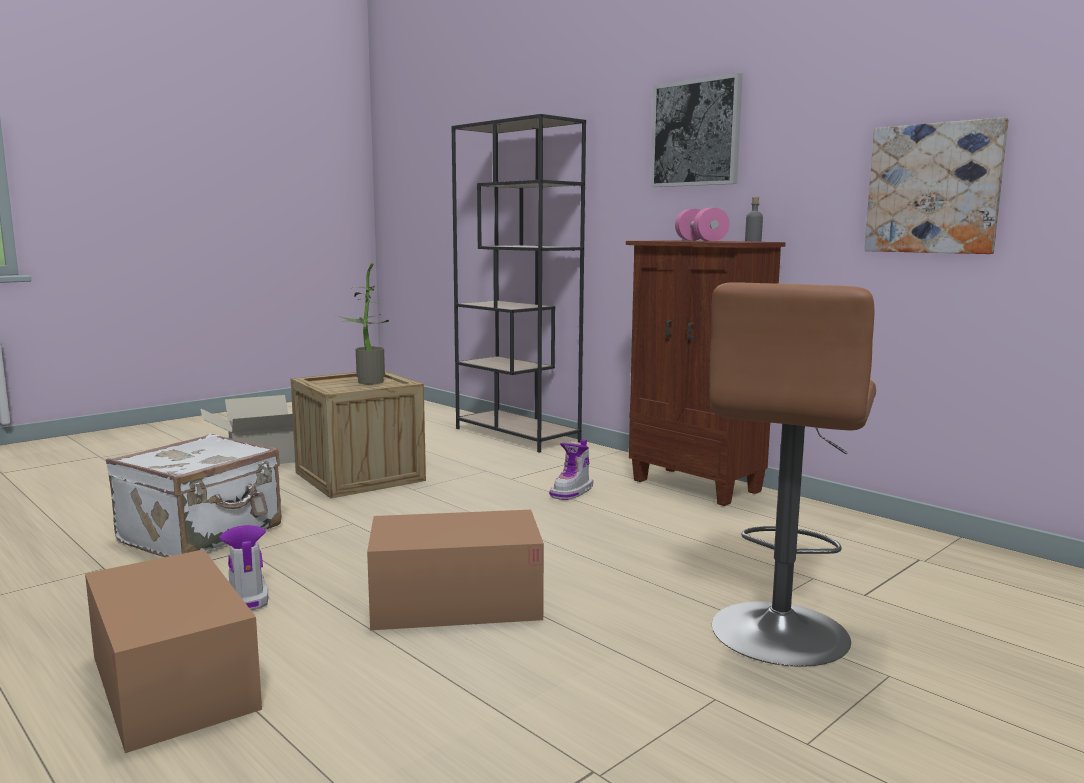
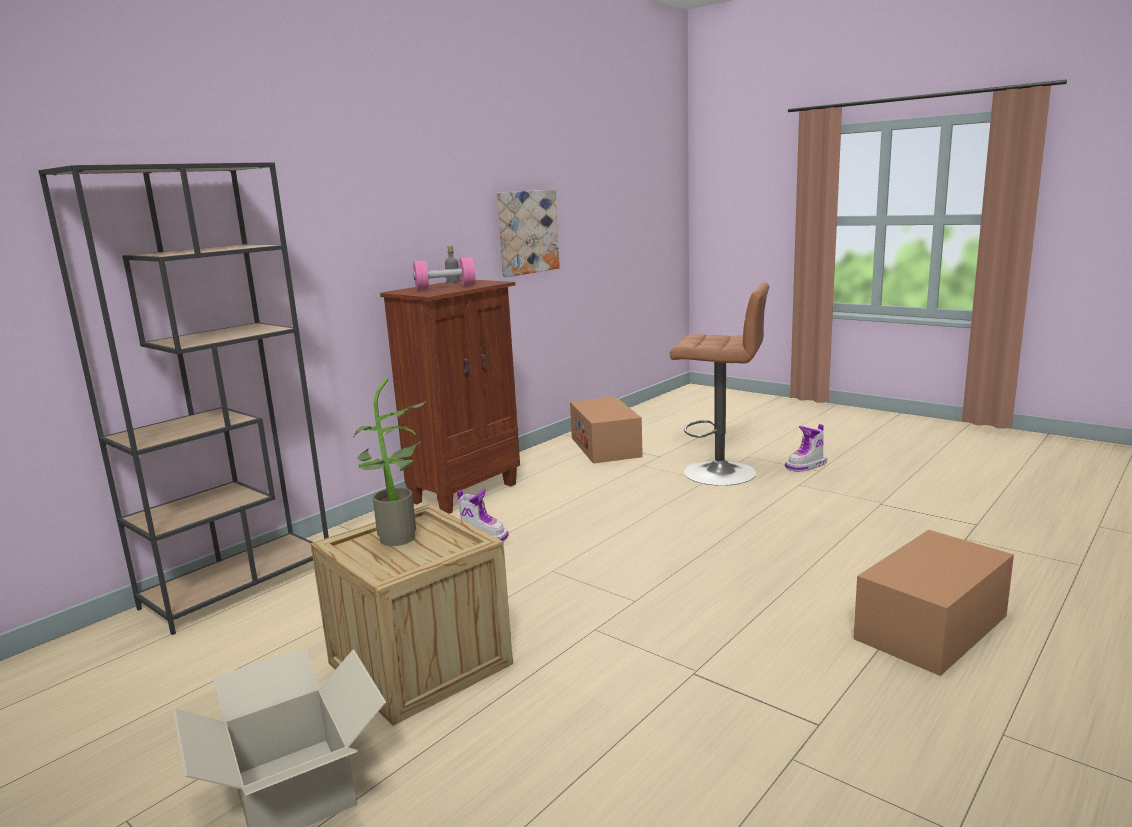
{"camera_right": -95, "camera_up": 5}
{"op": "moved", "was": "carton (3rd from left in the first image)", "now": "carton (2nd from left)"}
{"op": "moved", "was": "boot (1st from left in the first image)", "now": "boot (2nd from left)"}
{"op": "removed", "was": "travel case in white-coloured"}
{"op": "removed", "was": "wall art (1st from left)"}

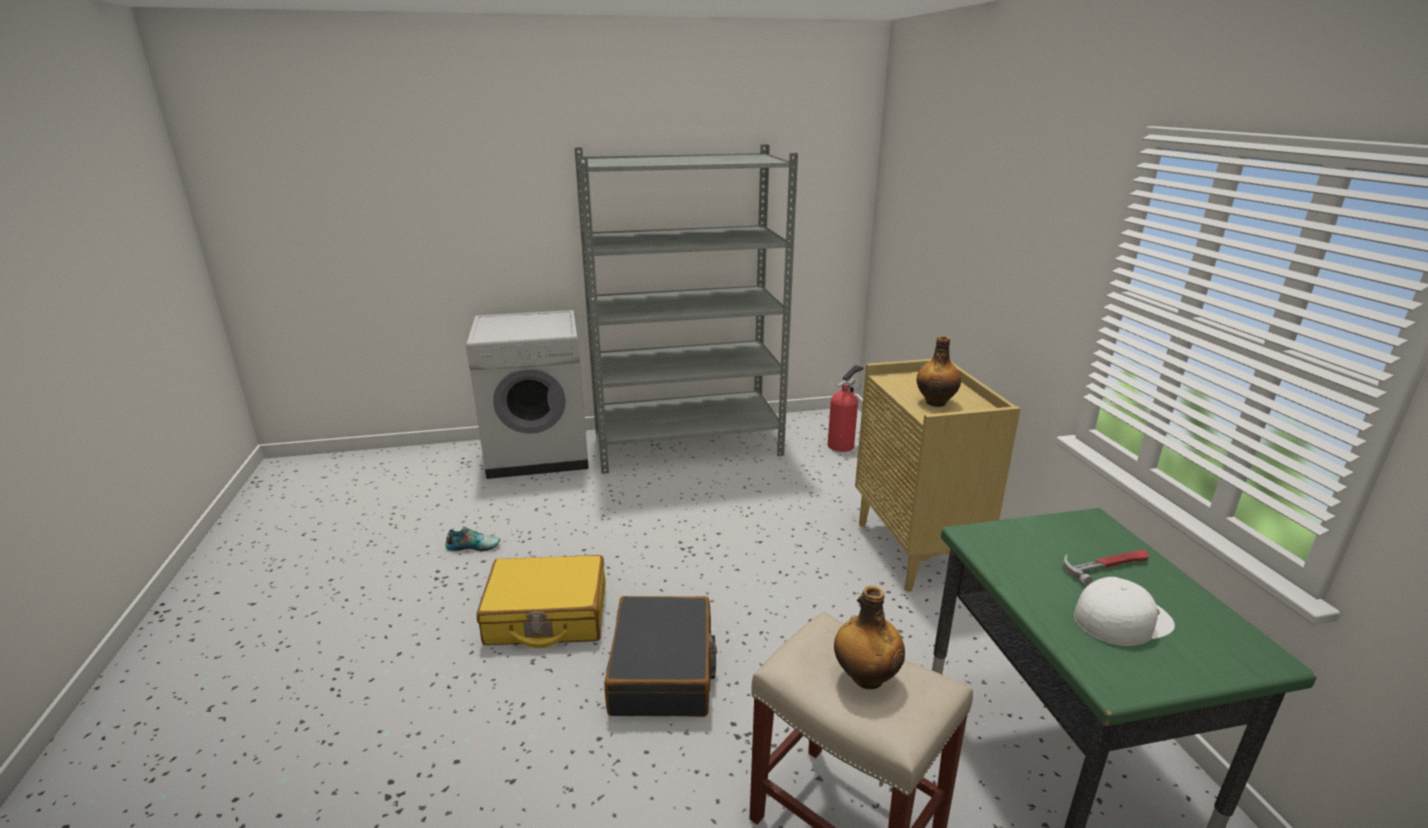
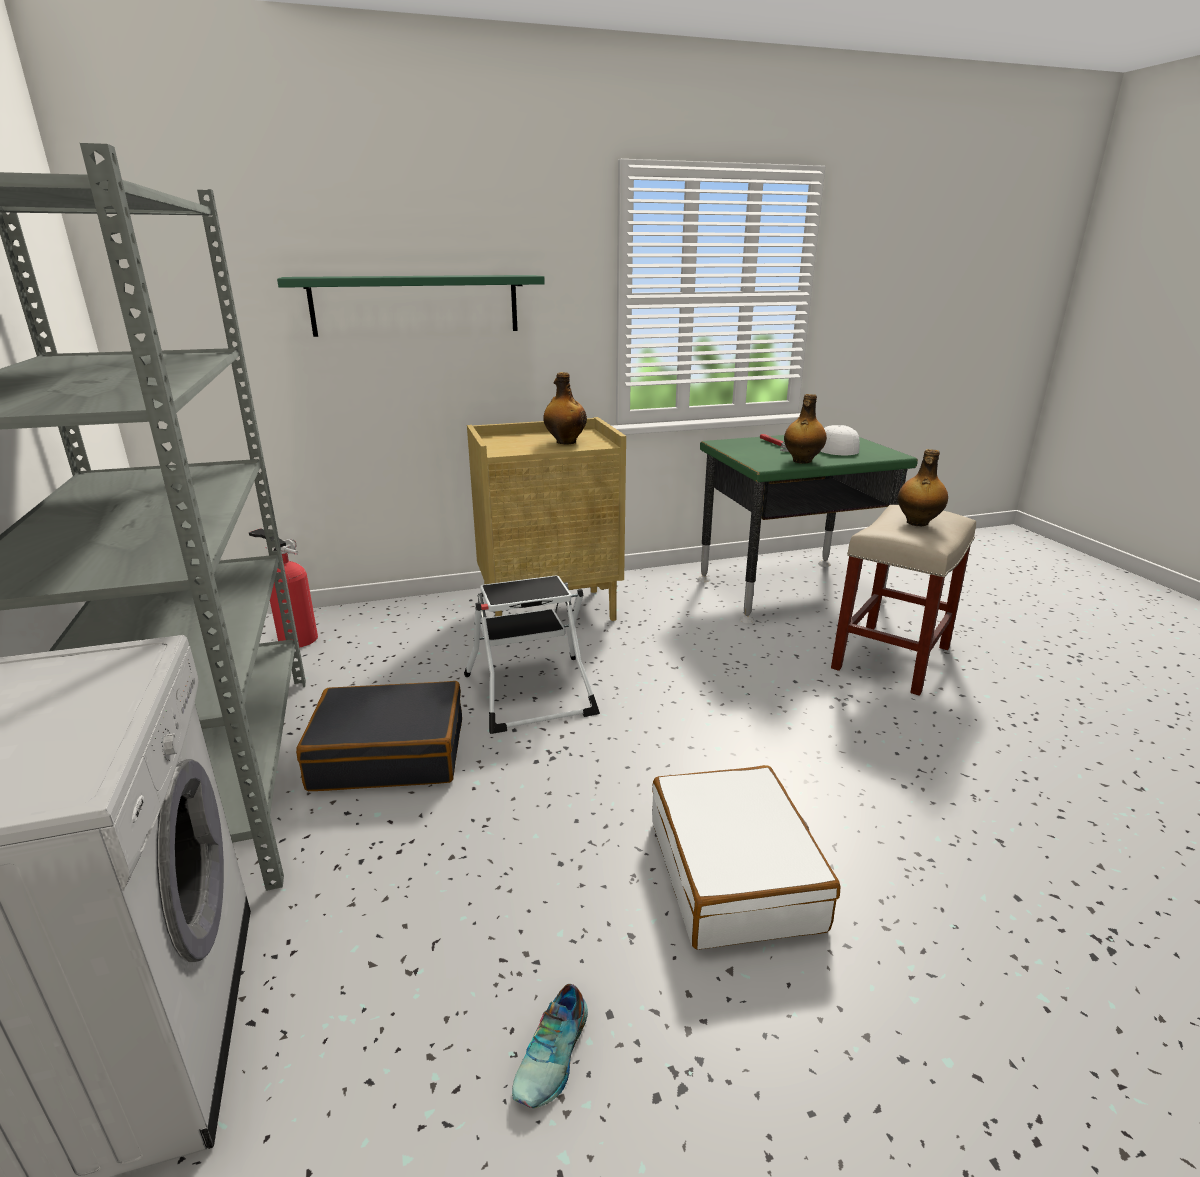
{"camera_right": -95, "camera_up": 0}
{"op": "added", "now": "bracket shelf in green-coloured"}
{"op": "moved", "was": "travel case in black"}
{"op": "added", "now": "step stool"}
{"op": "turned", "was": "low shoe", "clockwise": -150}
{"op": "recoloured", "was": "travel case in yellow-coloured", "now": "travel case in white-coloured"}
{"op": "added", "now": "beverage bottle (2nd from left)"}

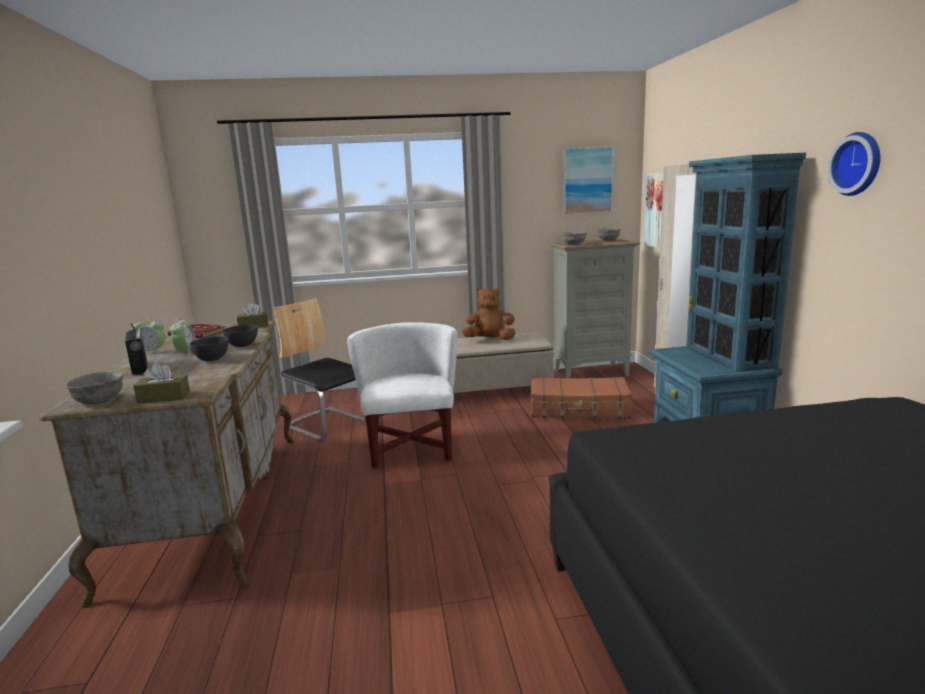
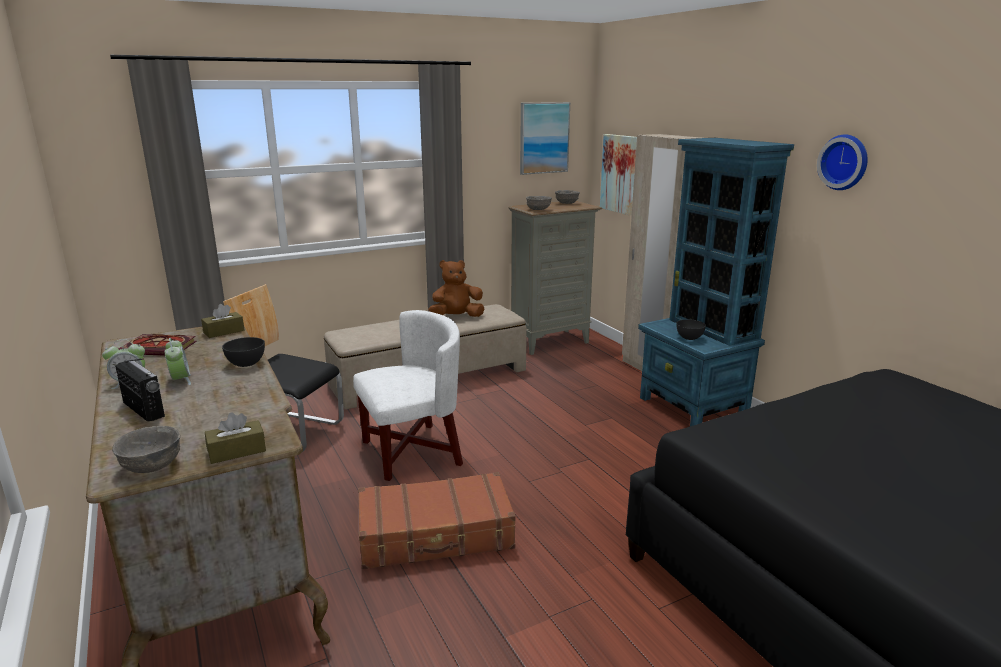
{"camera_right": -20, "camera_up": 5}
{"op": "turned", "was": "armchair in white-coloured", "clockwise": 90}
{"op": "moved", "was": "travel case in brownish"}
{"op": "moved", "was": "serving bowl in gray (2nd from left in the first image)", "now": "serving bowl in gray (5th from left)"}

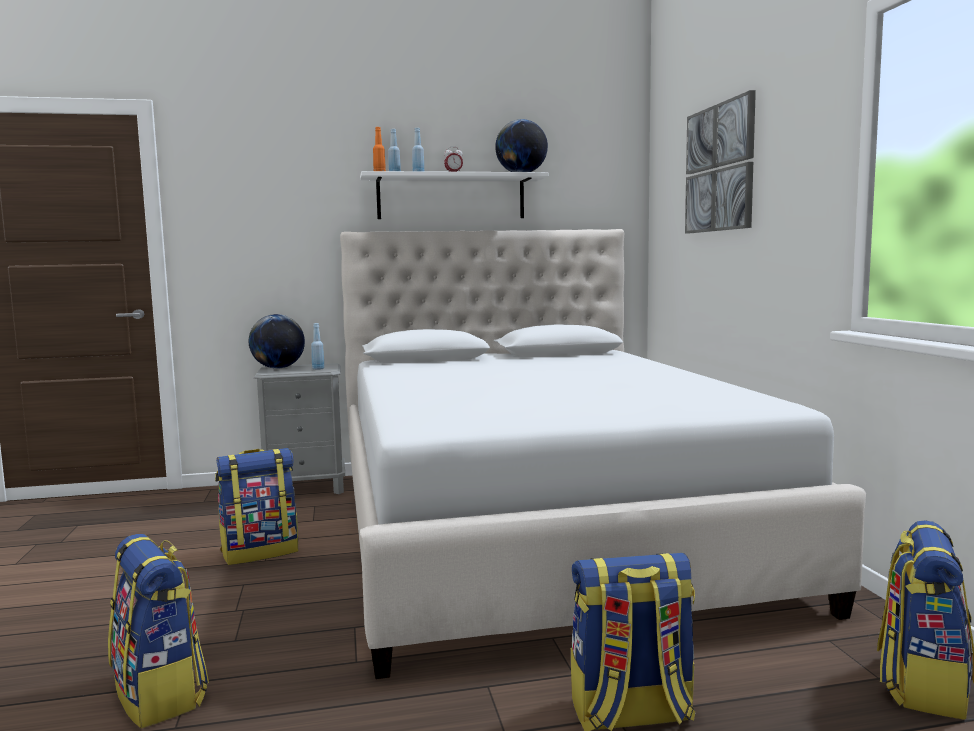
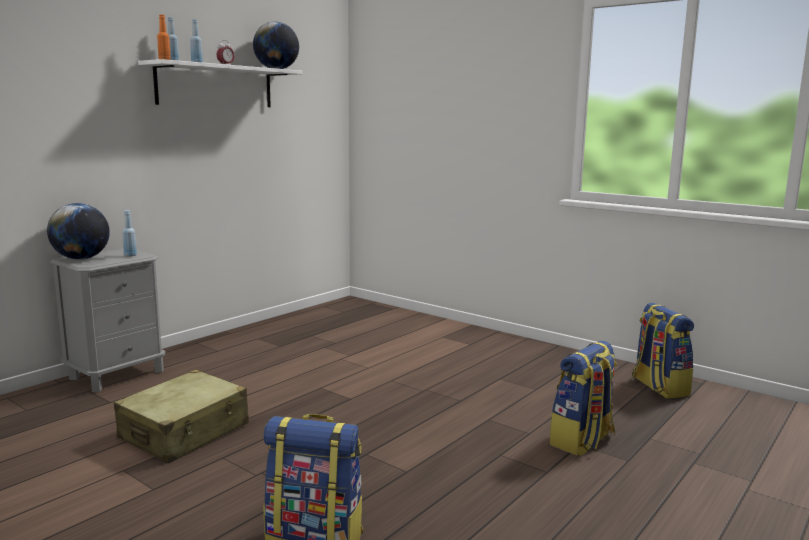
{"camera_right": -40, "camera_up": 5}
{"op": "replaced", "was": "backpack (2nd from left)", "now": "travel case in beige-coloured"}
{"op": "removed", "was": "sleeping bed in white-coloured"}
{"op": "removed", "was": "wall art"}

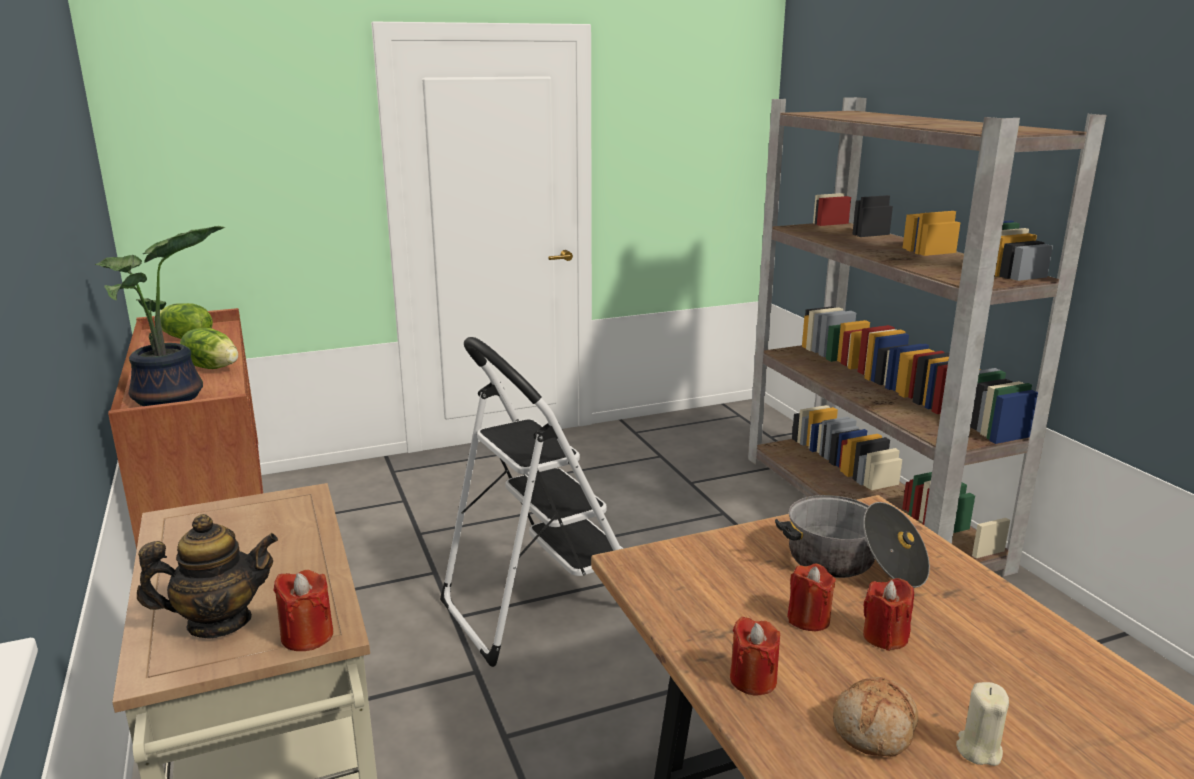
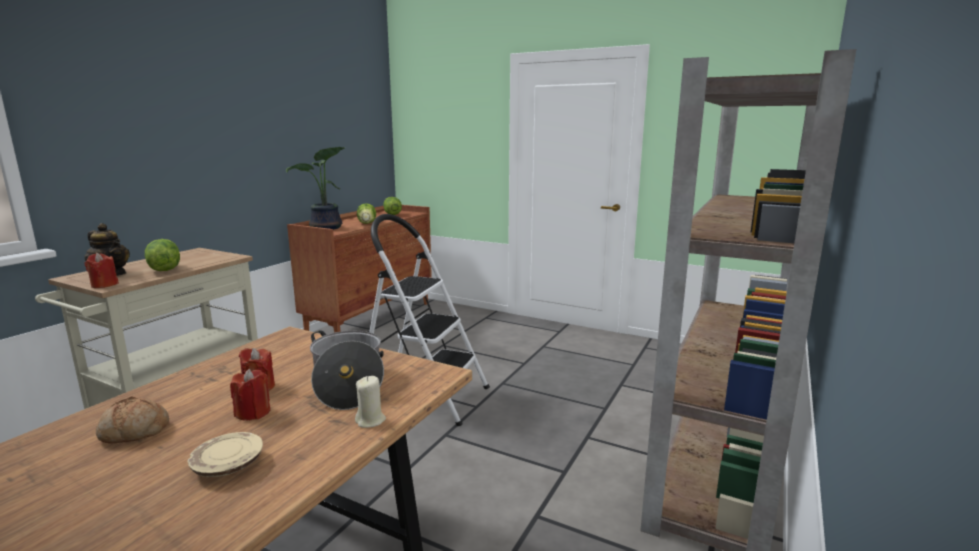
{"camera_right": 50, "camera_up": -5}
{"op": "added", "now": "head of lettuce (1st from left)"}
{"op": "added", "now": "flat dish in beige-coloured"}
{"op": "moved", "was": "candle in beige-coloured"}
{"op": "removed", "was": "candle in red (2nd from left)"}

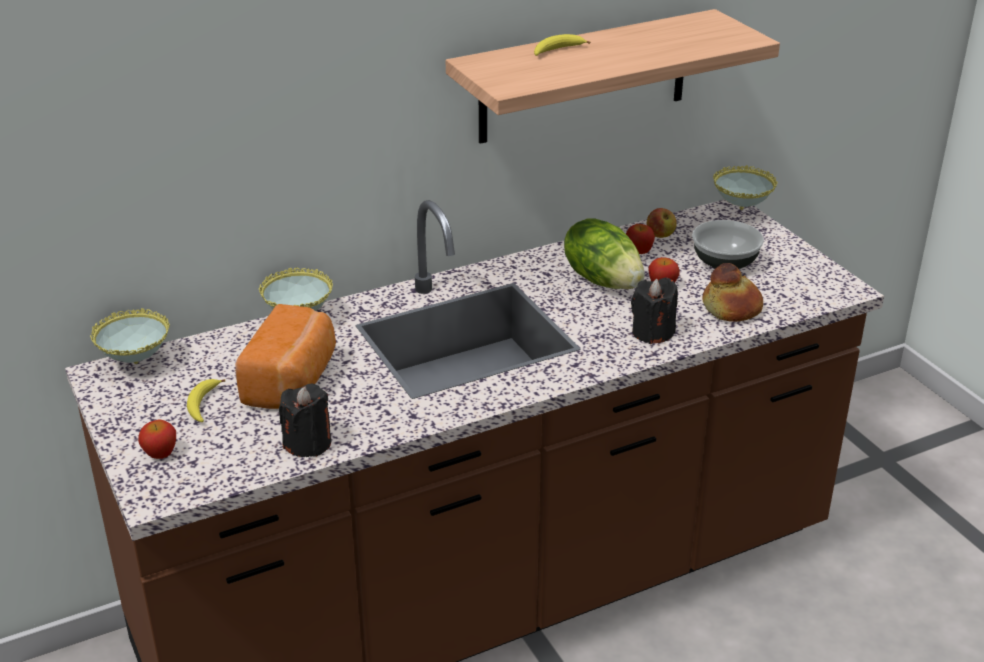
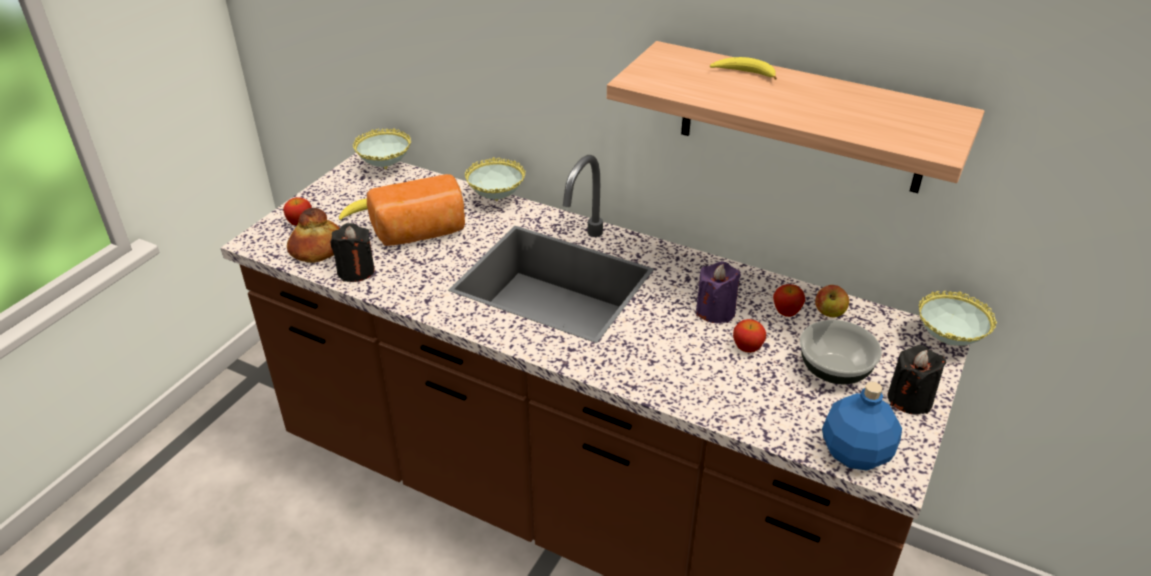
{"camera_right": 55, "camera_up": 5}
{"op": "moved", "was": "baked bread (2nd from left in the first image)", "now": "baked bread (1st from left)"}
{"op": "replaced", "was": "head of lettuce", "now": "candle in purplish"}
{"op": "added", "now": "beverage bottle in blue-coloured"}
{"op": "moved", "was": "candle in black (2nd from left)"}

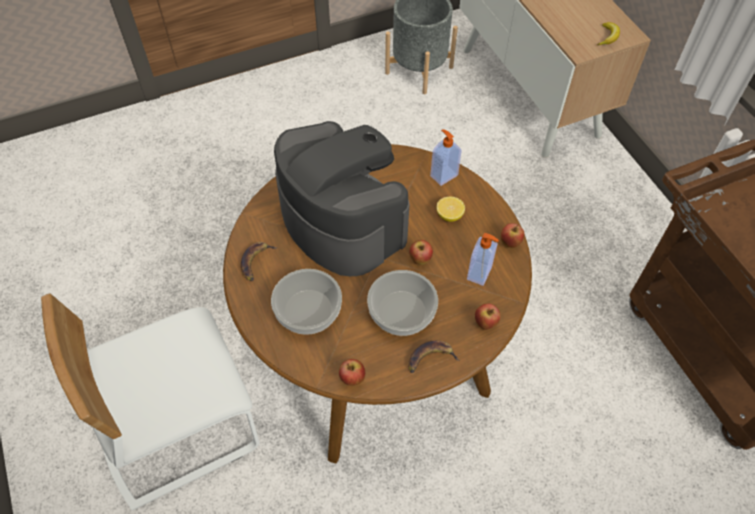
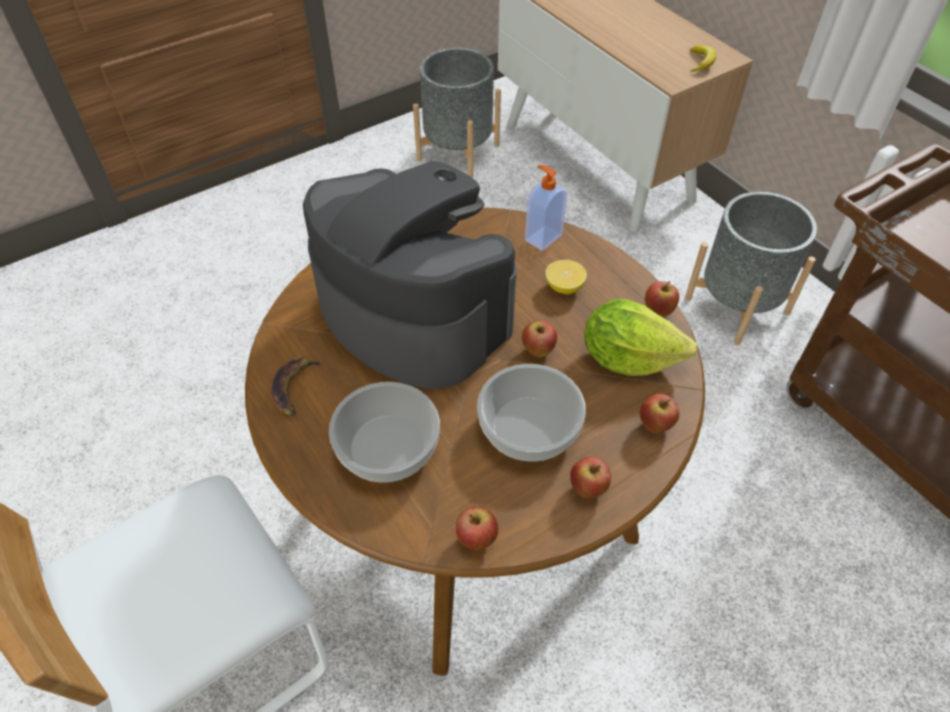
{"camera_right": -10, "camera_up": -5}
{"op": "replaced", "was": "banana fruit (2nd from left)", "now": "apple fruit (3rd from left)"}
{"op": "replaced", "was": "soap bottle (2nd from left)", "now": "head of lettuce"}
{"op": "added", "now": "flower pot in gray (2nd from left)"}

